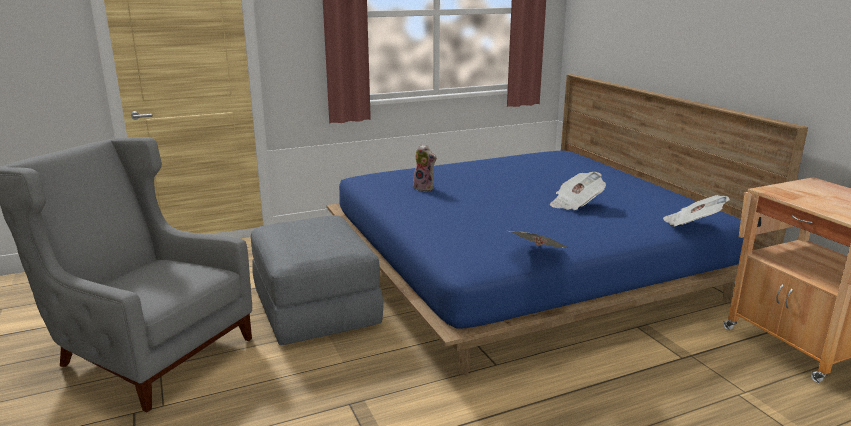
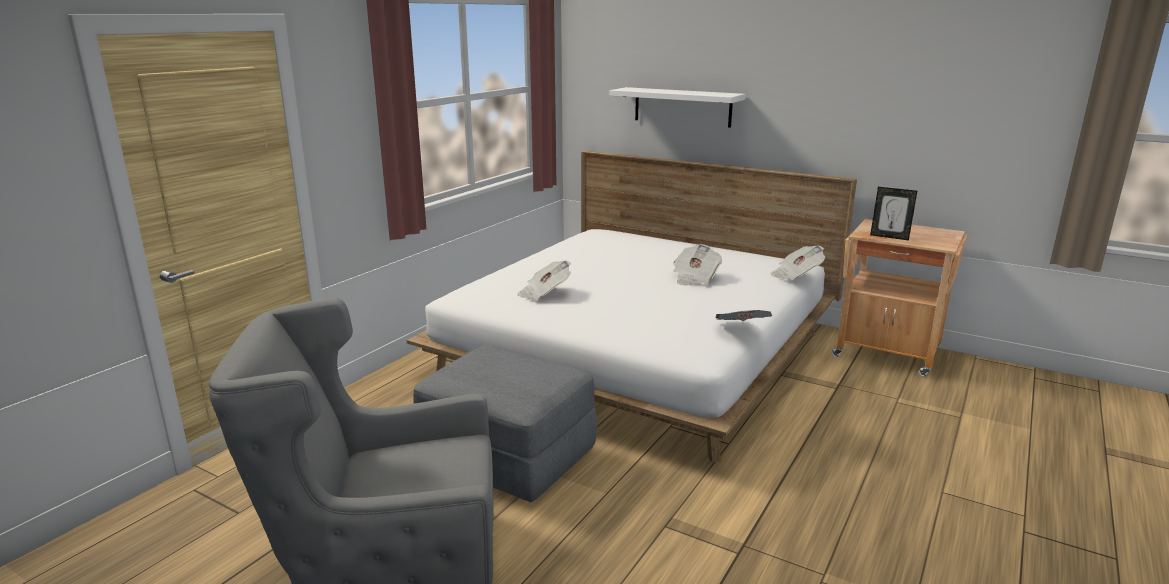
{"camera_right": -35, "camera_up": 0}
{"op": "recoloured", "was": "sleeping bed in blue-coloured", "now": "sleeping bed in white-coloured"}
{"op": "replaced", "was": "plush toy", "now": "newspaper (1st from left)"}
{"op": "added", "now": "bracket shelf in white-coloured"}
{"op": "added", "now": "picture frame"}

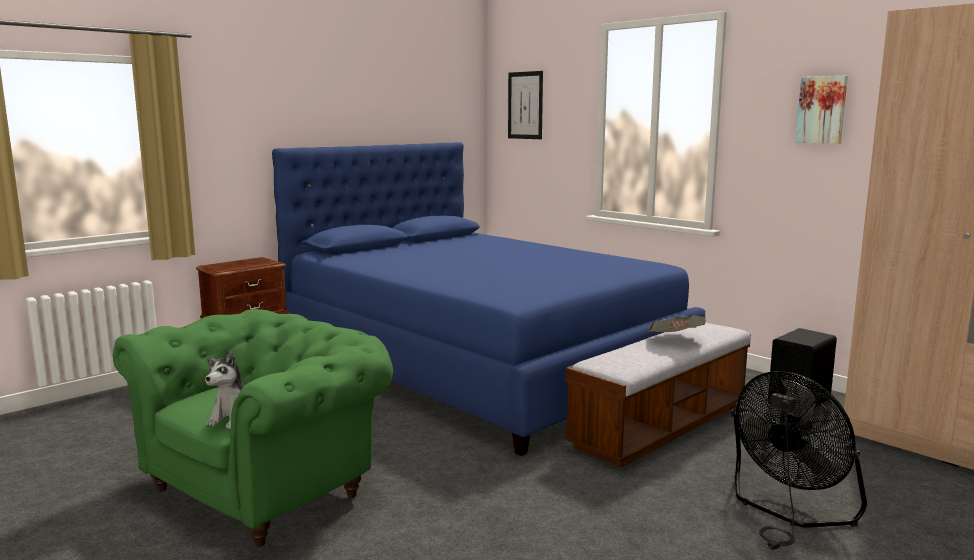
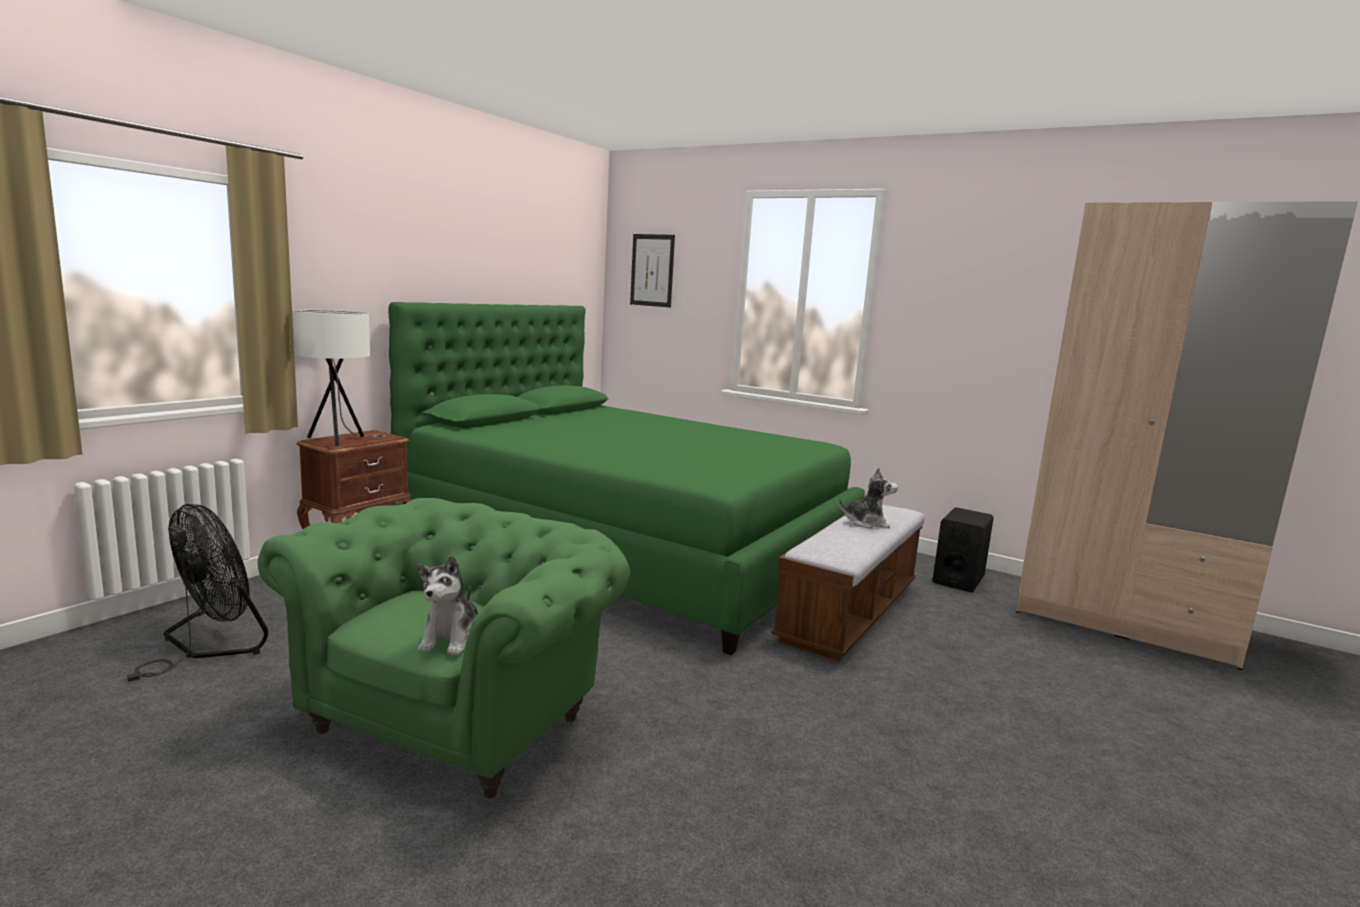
{"camera_right": -15, "camera_up": 0}
{"op": "moved", "was": "fan in black"}
{"op": "added", "now": "table lamp in white-coloured"}
{"op": "recoloured", "was": "sleeping bed in blue-coloured", "now": "sleeping bed in green-coloured"}
{"op": "replaced", "was": "newspaper", "now": "plush toy (2nd from left)"}
{"op": "removed", "was": "wall art (2nd from left)"}

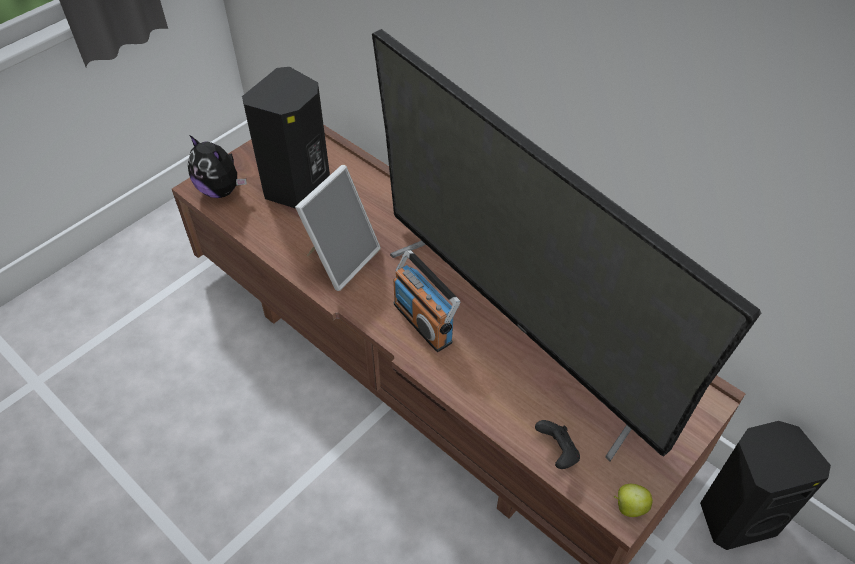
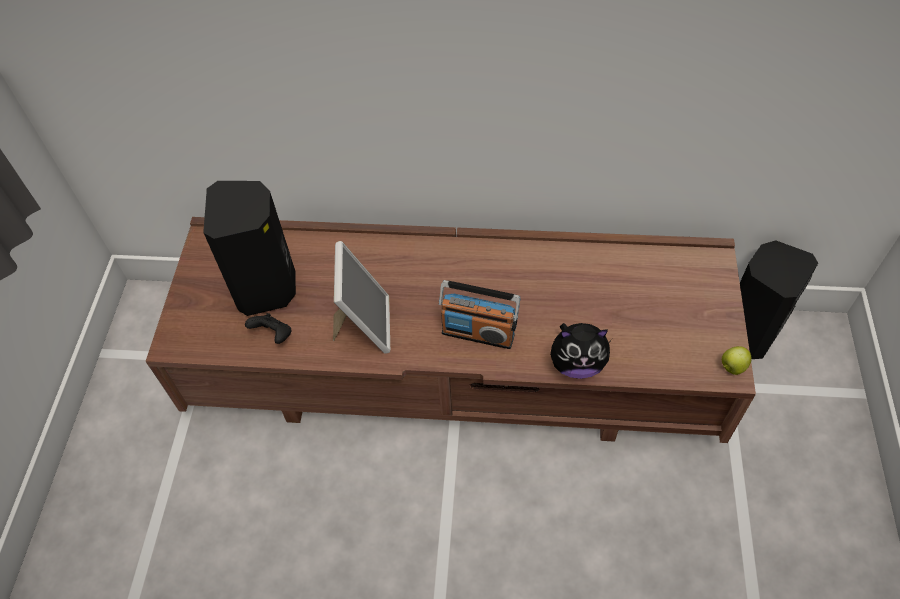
{"camera_right": -35, "camera_up": 5}
{"op": "moved", "was": "game controller in black"}
{"op": "moved", "was": "plush toy"}
{"op": "removed", "was": "television"}

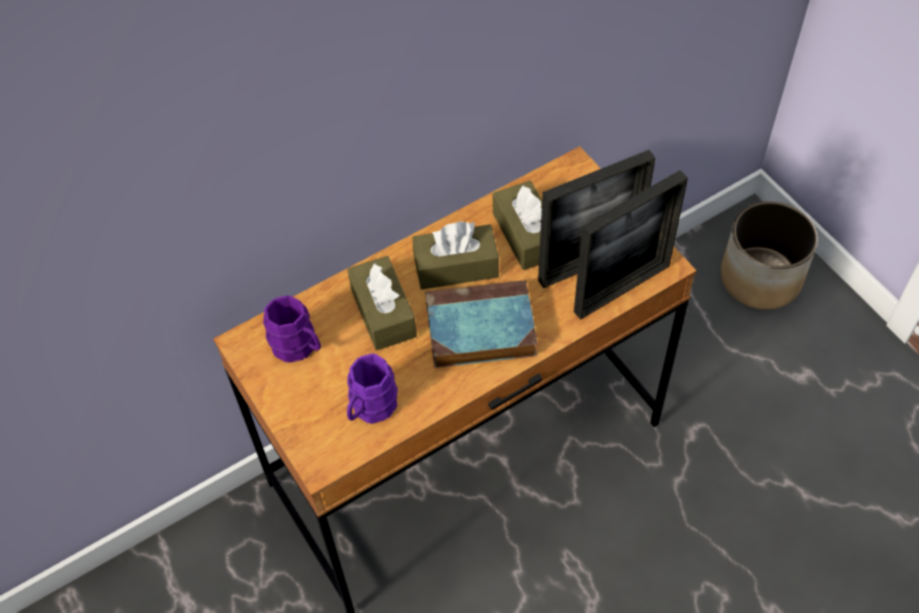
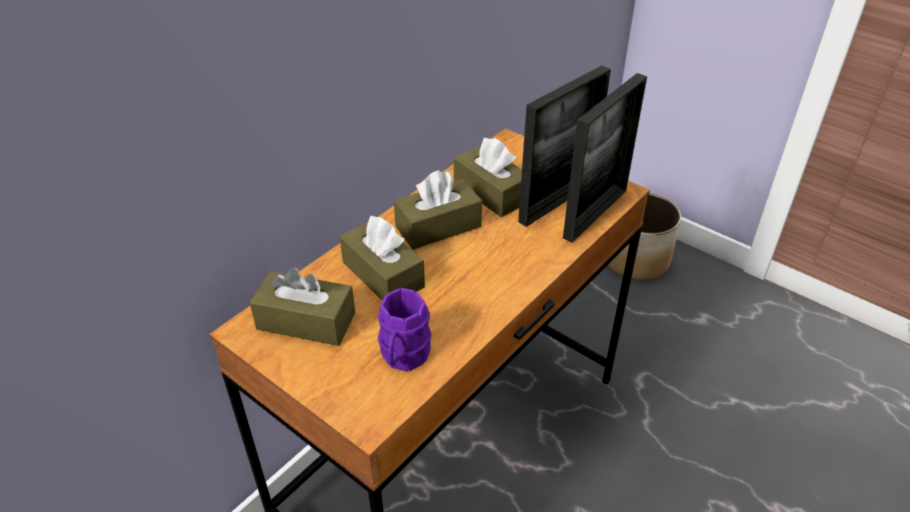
{"camera_right": -20, "camera_up": -15}
{"op": "replaced", "was": "tea mug in purplish (1st from left)", "now": "tissue holder in brownish (1st from left)"}
{"op": "removed", "was": "volume"}

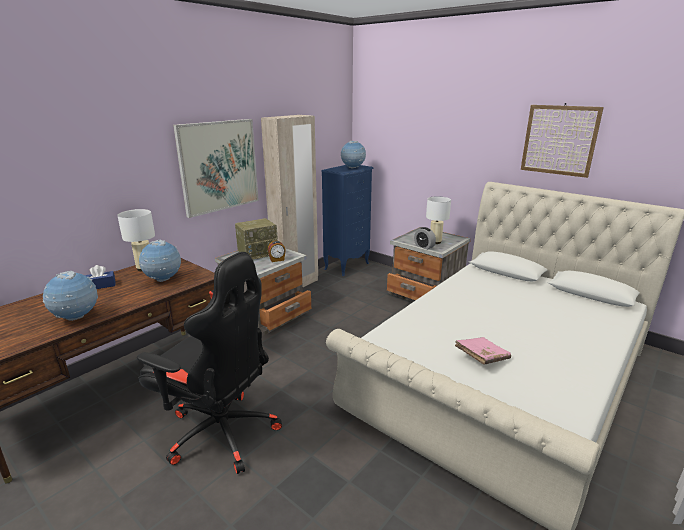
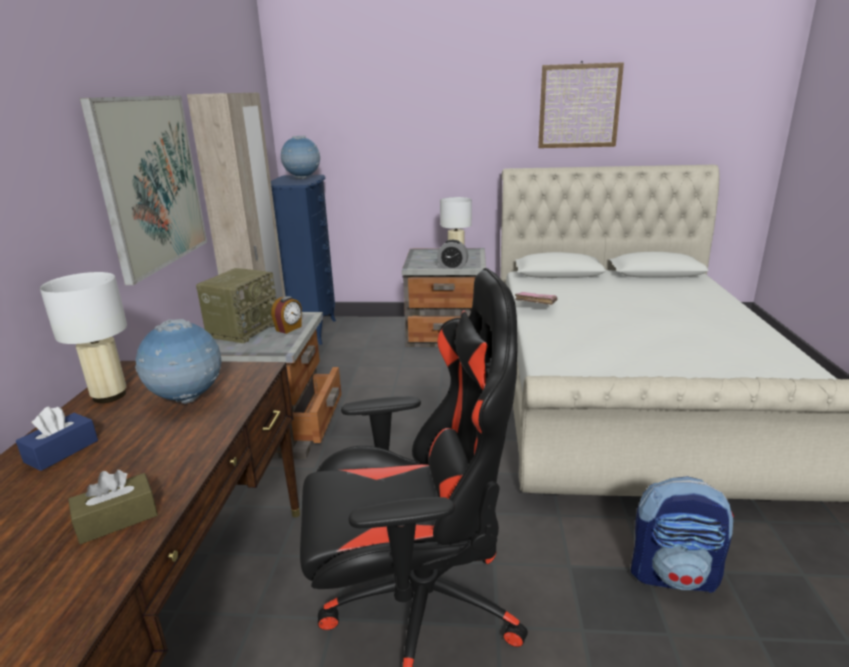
{"camera_right": -35, "camera_up": 0}
{"op": "replaced", "was": "world globe (1st from left)", "now": "tissue holder in brownish"}
{"op": "moved", "was": "volume in pink-coloured"}
{"op": "added", "now": "backpack"}

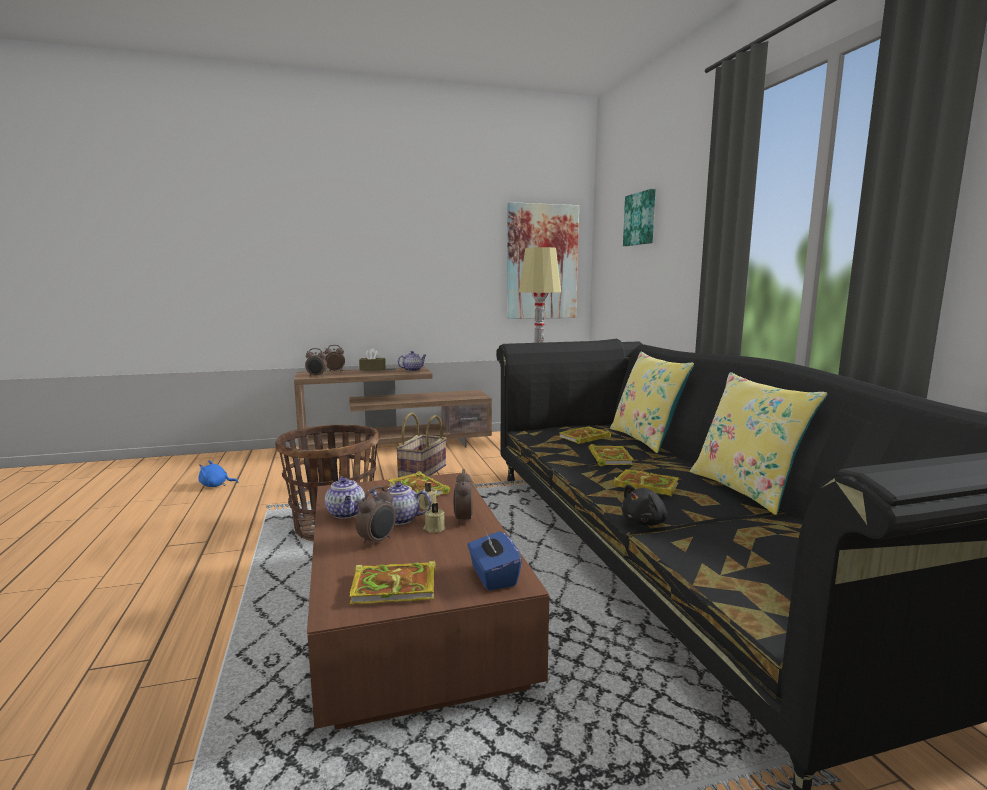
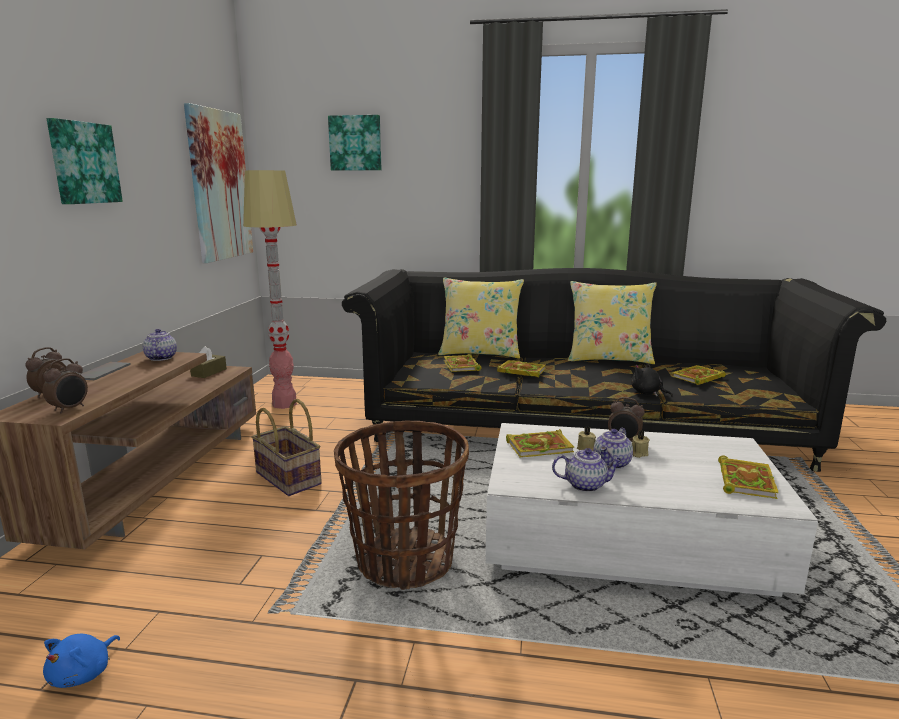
{"camera_right": -65, "camera_up": 5}
{"op": "added", "now": "wall art (1st from left)"}
{"op": "moved", "was": "tissue holder in brownish"}
{"op": "recoloured", "was": "coffee table in brownish", "now": "coffee table in white-coloured"}
{"op": "turned", "was": "plush toy in black", "clockwise": 150}
{"op": "moved", "was": "volume (5th from left in the first image)", "now": "volume (4th from left)"}
{"op": "removed", "was": "bedside clock (3rd from left)"}
{"op": "removed", "was": "tissue holder in blue-coloured"}

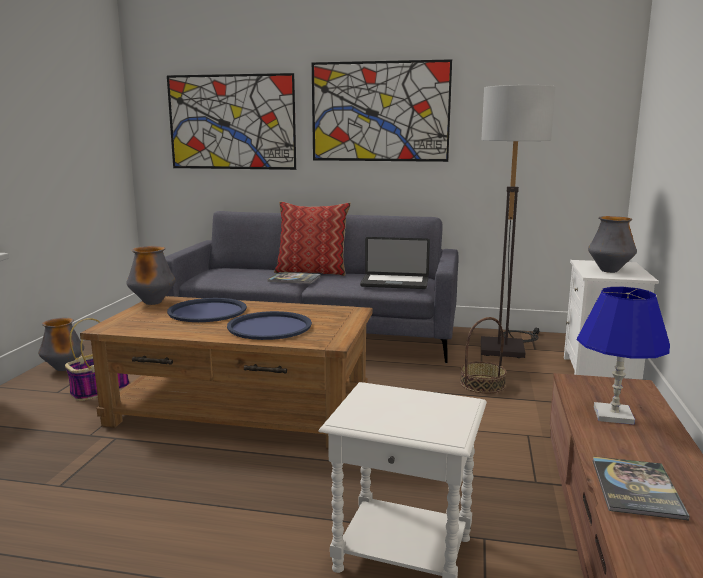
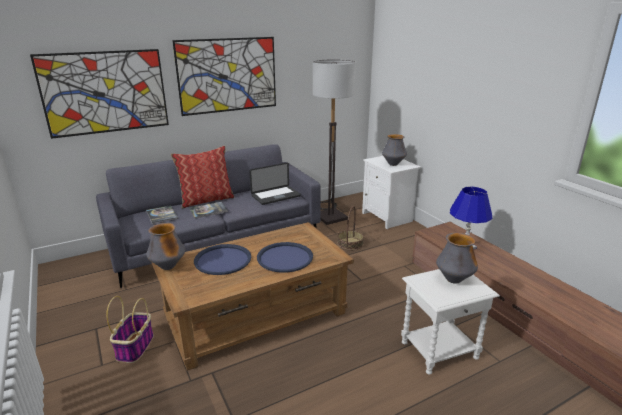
{"camera_right": -40, "camera_up": 10}
{"op": "moved", "was": "volume (2nd from left in the first image)", "now": "volume (1st from left)"}
{"op": "moved", "was": "decorative vase (1st from left in the first image)", "now": "decorative vase (3rd from left)"}

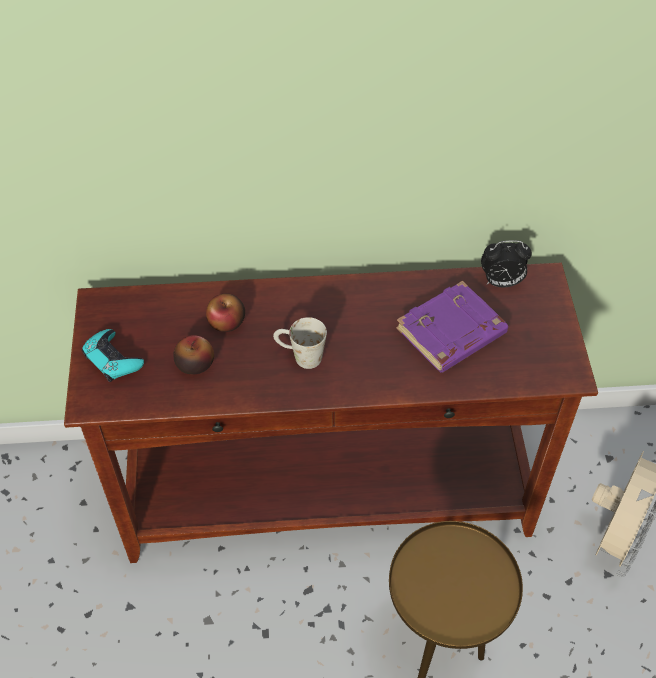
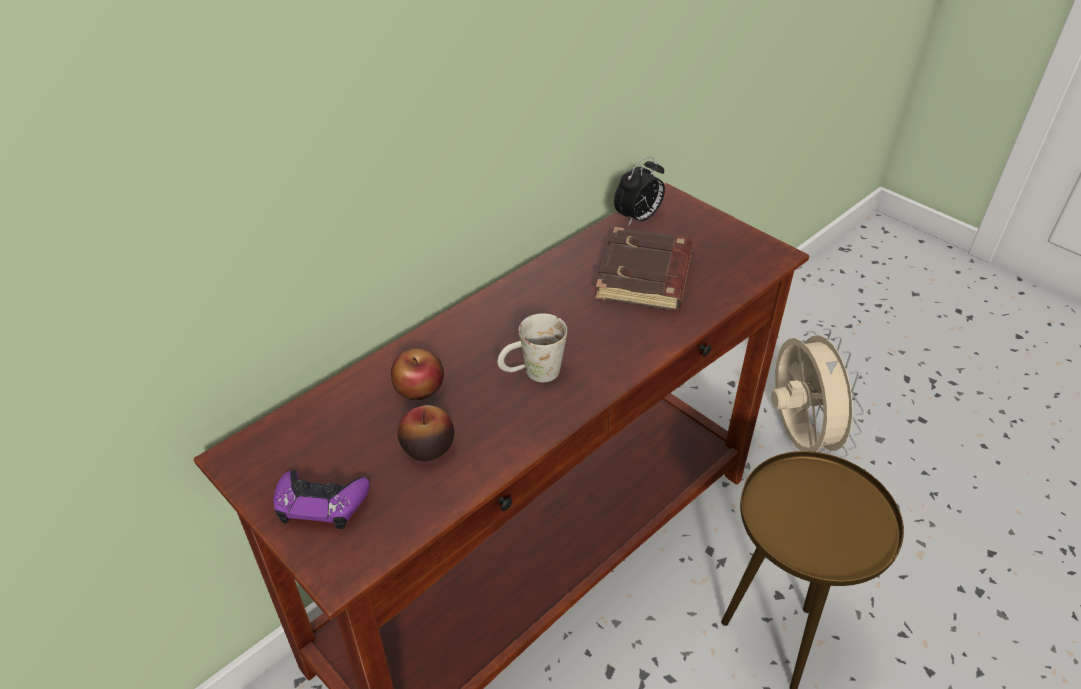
{"camera_right": -40, "camera_up": -10}
{"op": "recoloured", "was": "game controller in turquoise", "now": "game controller in purplish"}
{"op": "recoloured", "was": "volume in purplish", "now": "volume in brownish"}

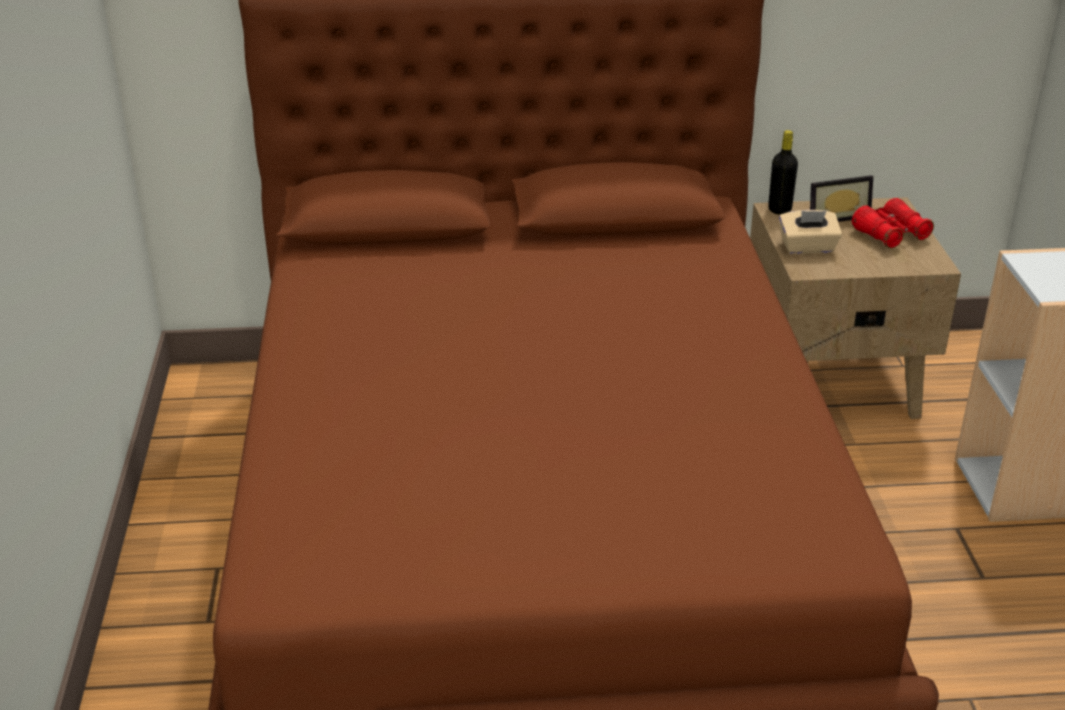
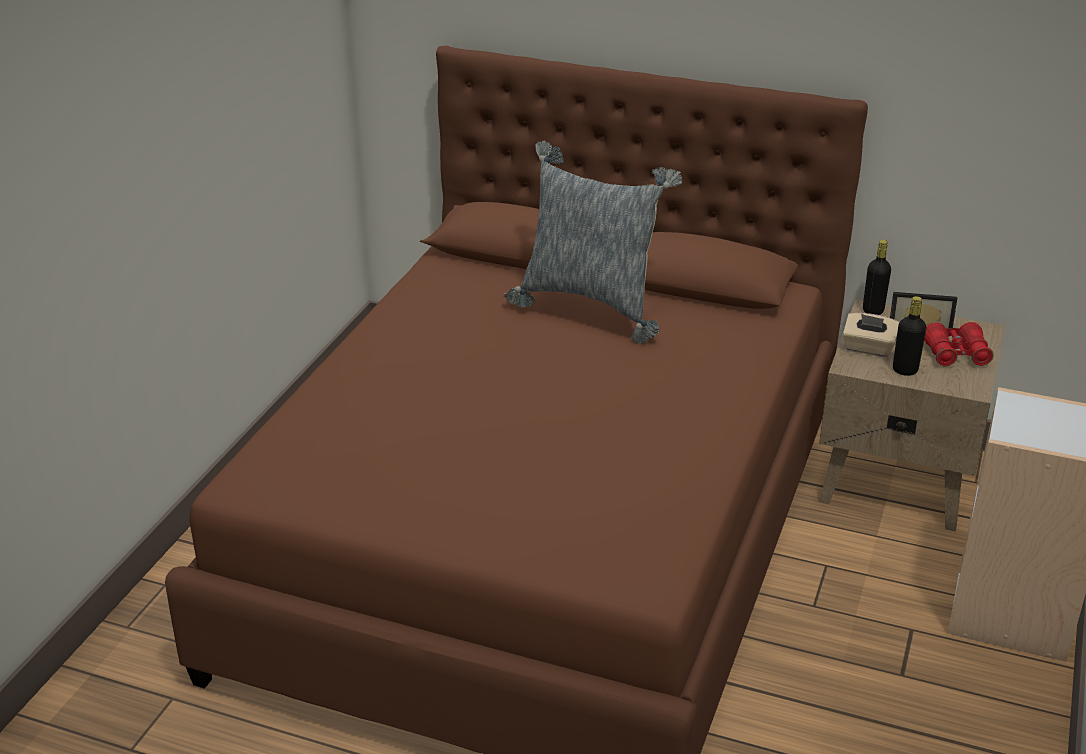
{"camera_right": 25, "camera_up": 0}
{"op": "added", "now": "pillow"}
{"op": "added", "now": "beverage bottle in black (2nd from left)"}

